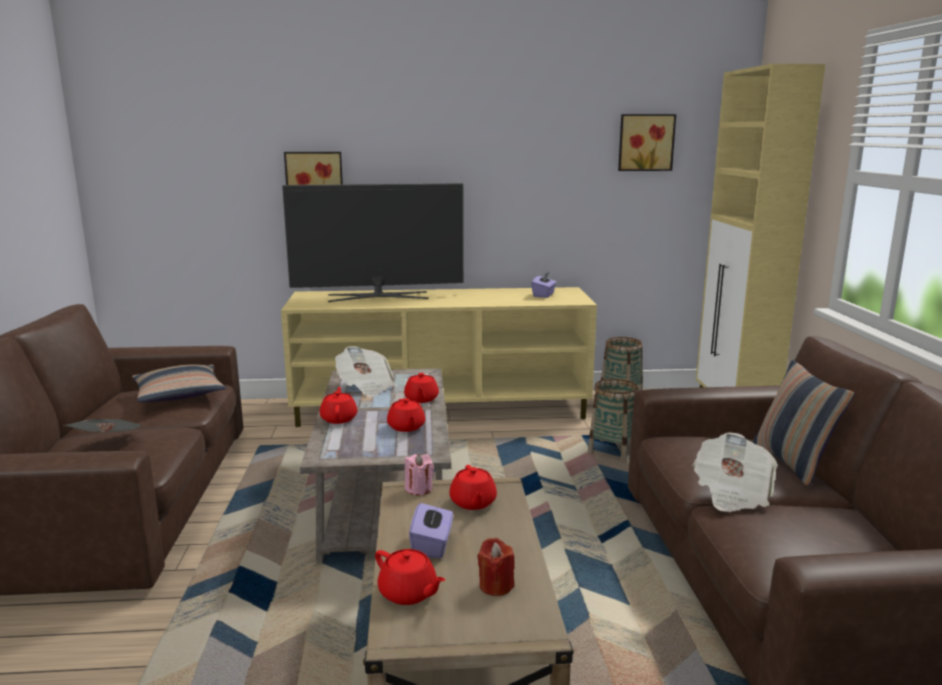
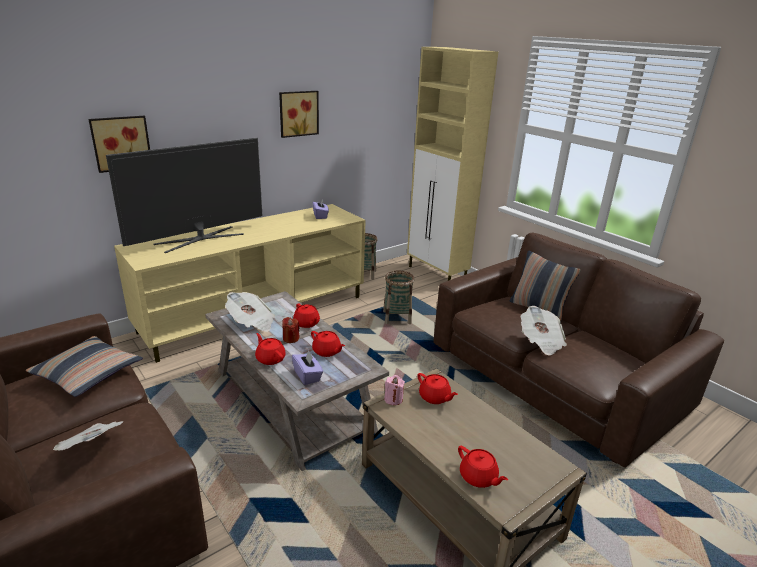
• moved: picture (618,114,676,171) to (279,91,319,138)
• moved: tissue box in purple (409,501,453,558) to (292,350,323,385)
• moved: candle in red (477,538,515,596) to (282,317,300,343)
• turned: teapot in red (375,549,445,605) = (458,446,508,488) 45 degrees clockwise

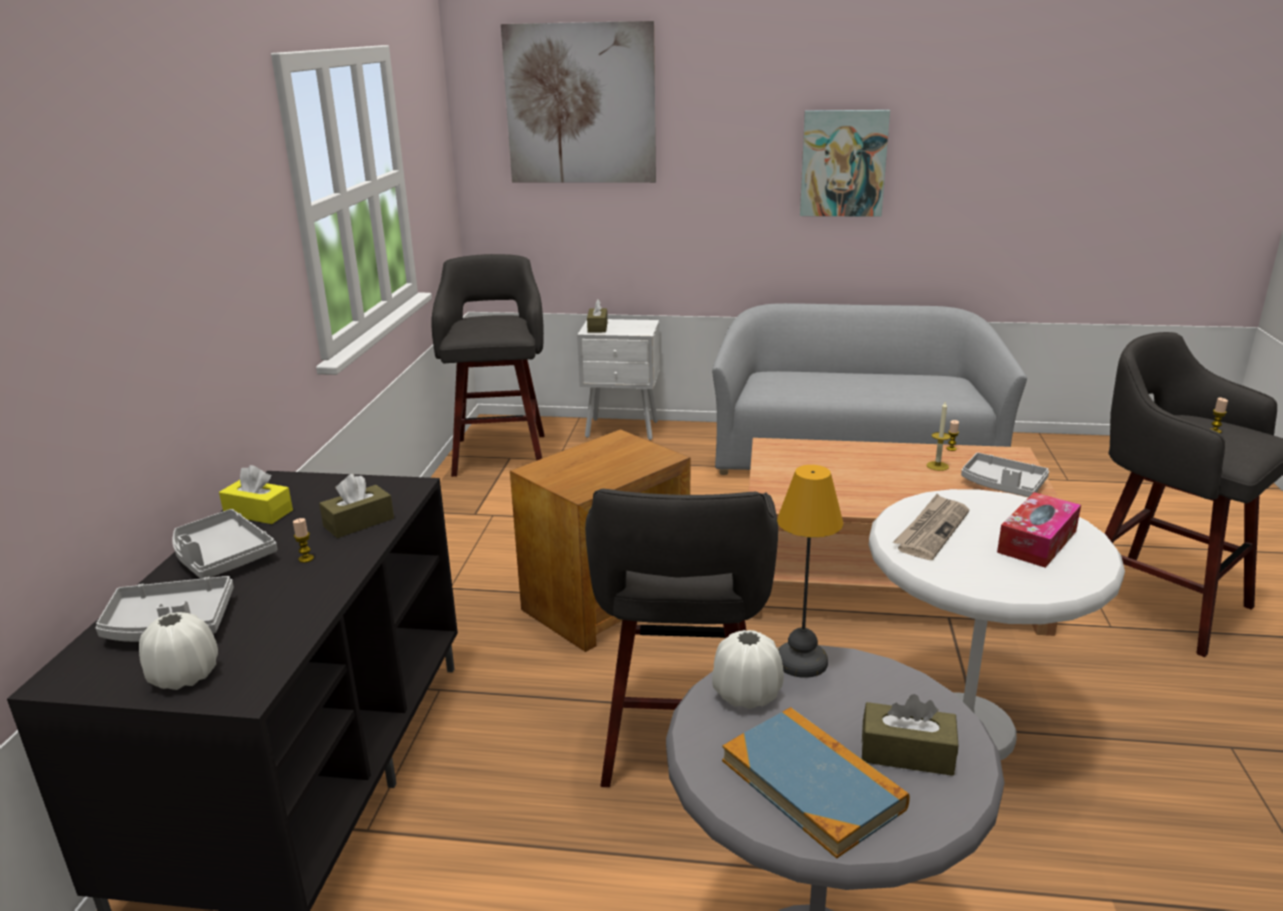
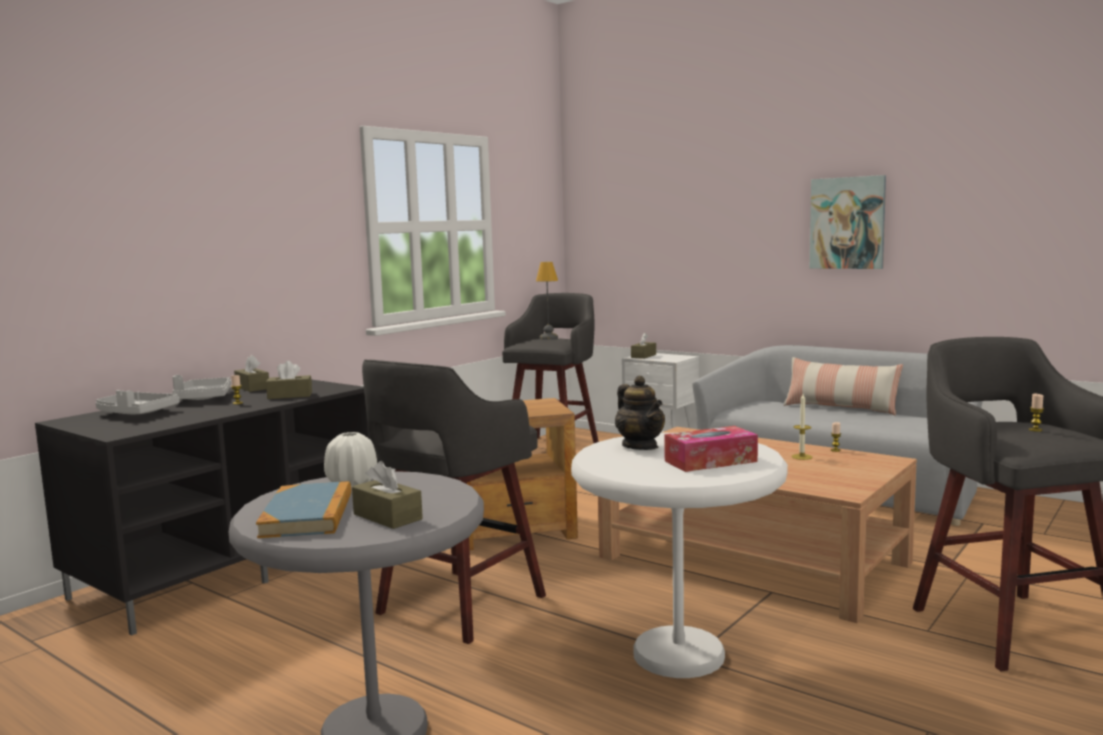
• removed: picture (501,21,656,183)
• removed: tray in grey (961,453,1049,497)
• recoloured: tissue box in yellow (219,465,293,524) to tissue box in brown (234,355,269,392)
• moved: table lamp (777,465,843,678) to (536,262,558,340)
• replaced: newspaper (893,494,969,560) to teapot (615,376,665,450)
• removed: vase in white (139,612,218,690)
• added: pillow (783,357,903,415)

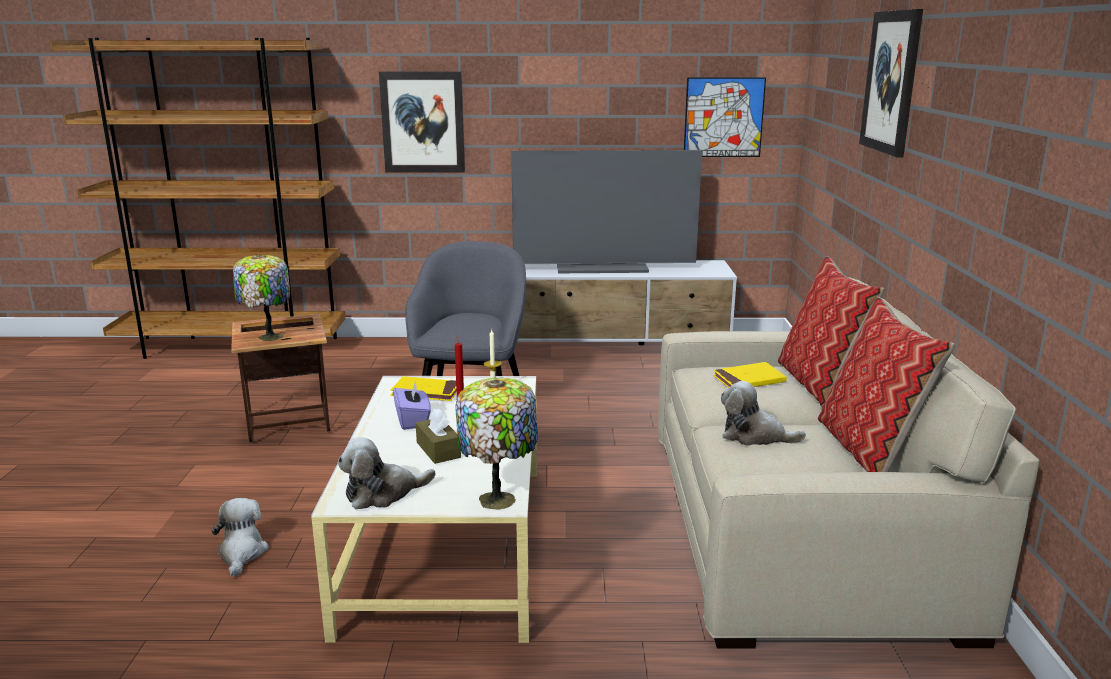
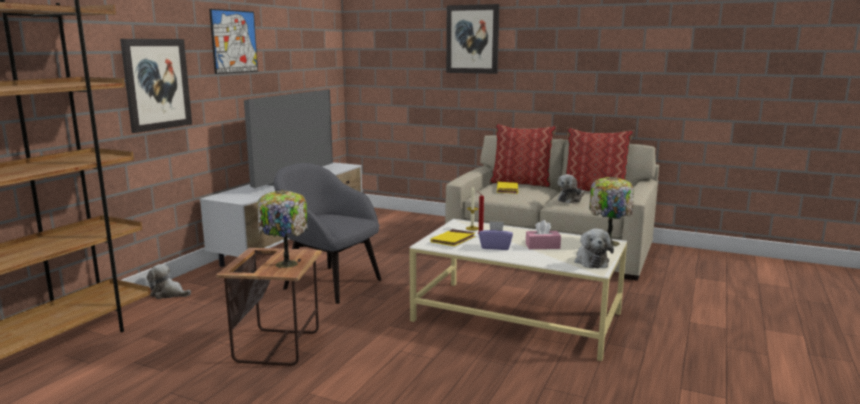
• moved: picture (684,77,766,157) to (209,9,258,74)
• recoloured: tissue box in brown (416,409,461,464) to tissue box in pink (526,220,561,249)
• moved: plush toy (211,498,269,577) to (147,264,191,299)

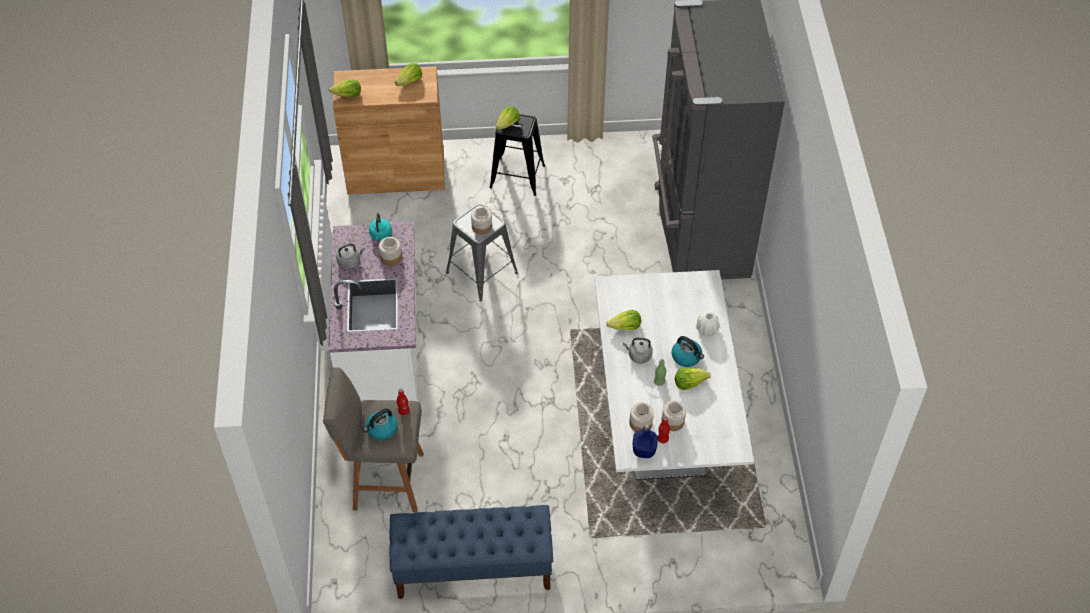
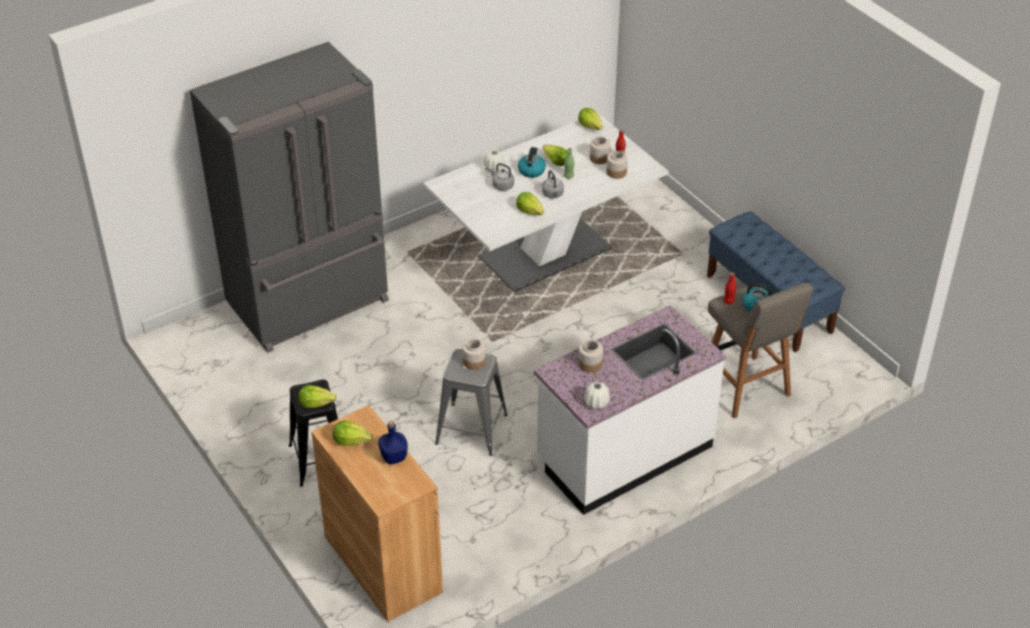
• moved: lettuce (329,79,361,97) to (578,108,603,130)
• removed: kettle in turquoise (369,213,392,241)
• moved: kettle in grey (336,244,365,269) to (489,163,514,191)
• moved: bottle in blue (633,424,658,458) to (378,421,408,464)
• added: vase in white (584,382,610,409)

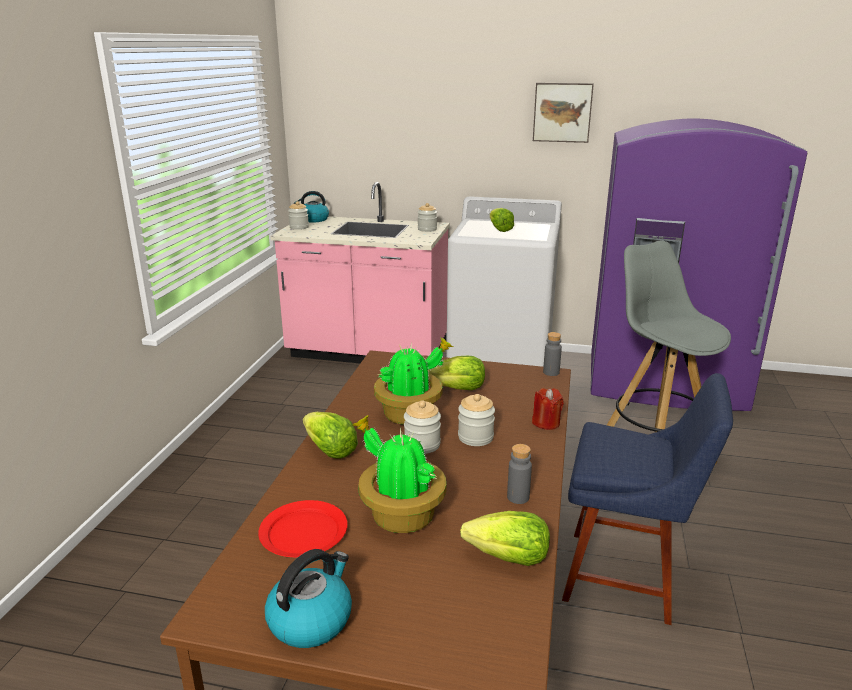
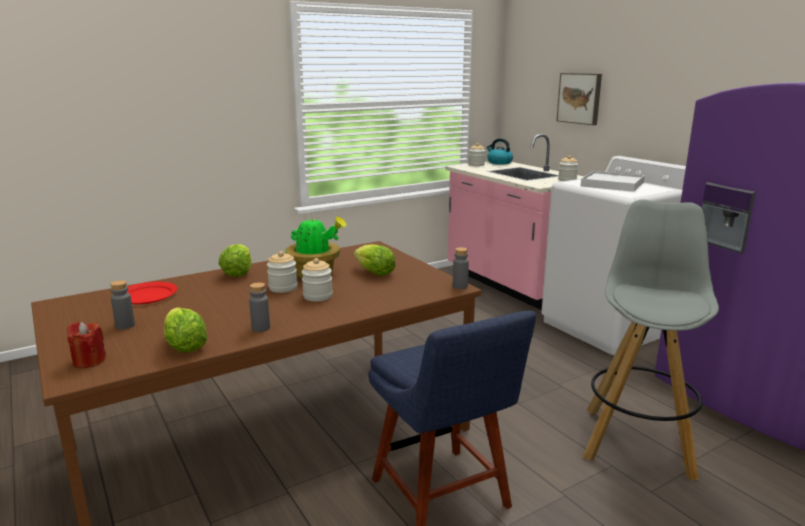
• moved: picture (533,83,594,143) to (557,73,602,125)
• replaced: lettuce (490,208,514,232) to tray in white (581,171,645,192)
• moved: candle in red (532,388,564,430) to (67,322,106,368)
• removed: potted plant (351,415,446,533)
• removed: kettle (265,549,352,648)
• added: bottle in grey (110,280,135,330)

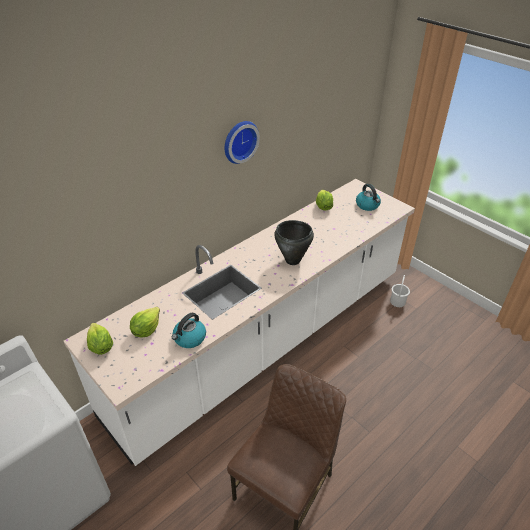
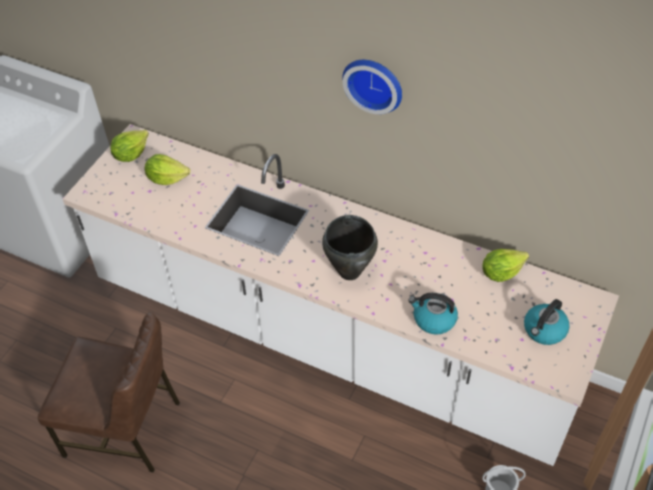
• moved: kettle (172,313,206,348) to (408,293,458,335)

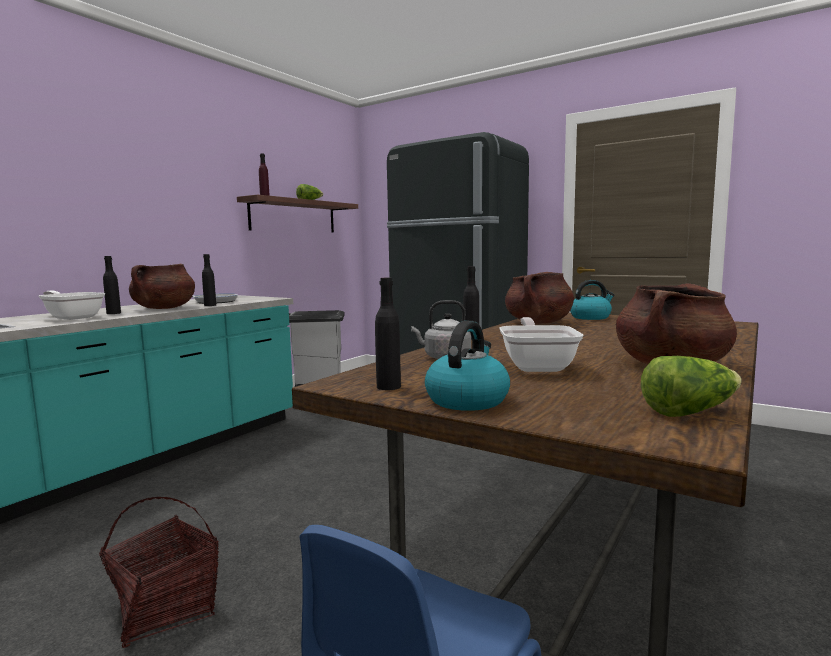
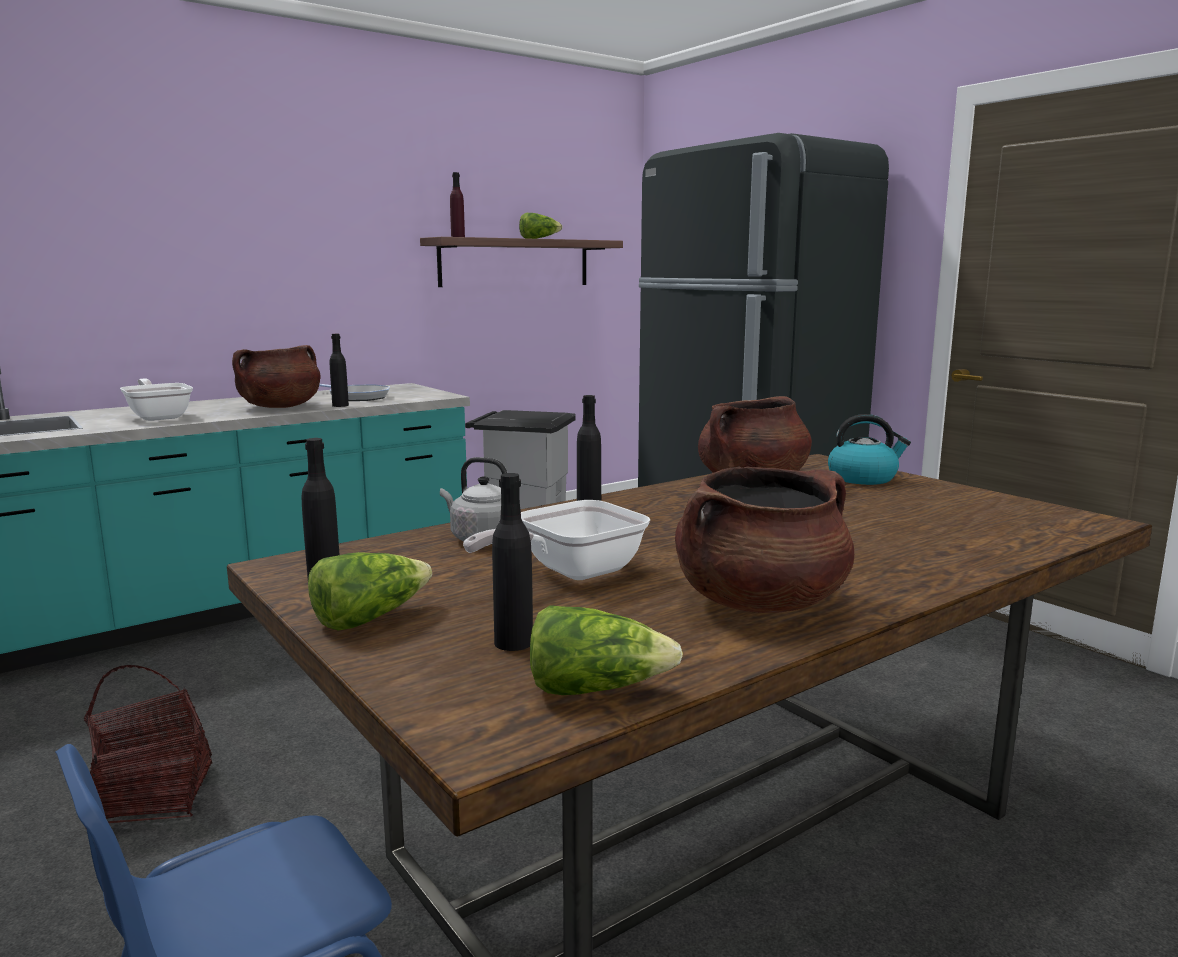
• moved: bottle in black (103,256,121,314) to (492,473,533,651)
• turned: frying pan (499,317,584,372) = (463,500,650,580) 150 degrees counterclockwise
• replaced: kettle (425,321,510,411) to lettuce (308,552,432,631)

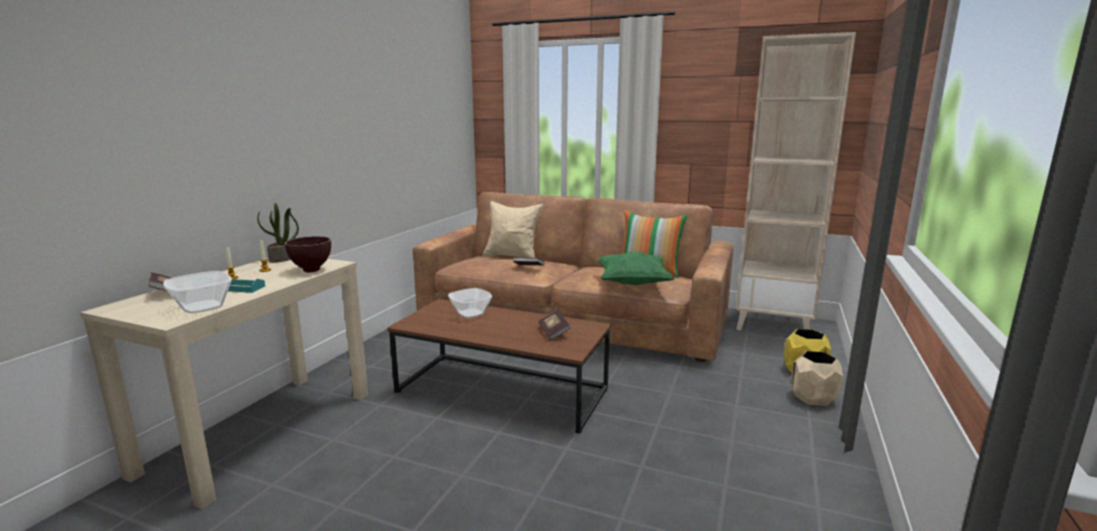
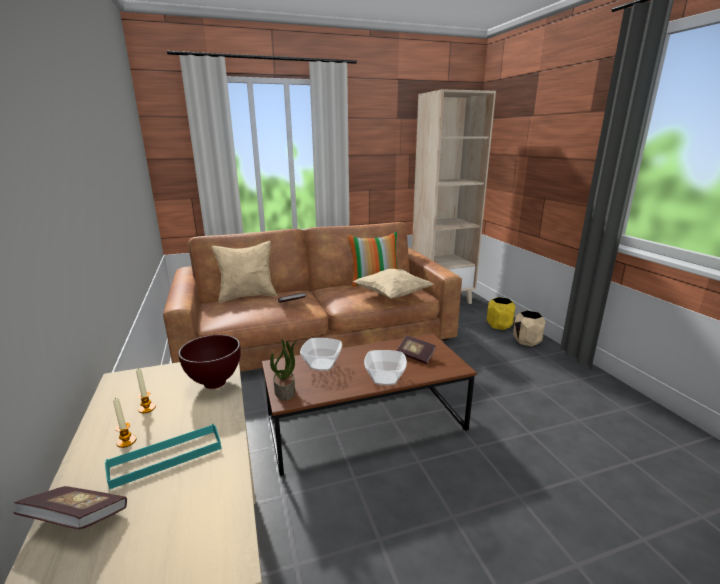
• moved: potted plant (257,203,299,263) to (270,339,297,401)
• recoloured: pillow in green (597,252,675,285) to pillow in beige (353,269,433,299)
• moved: bowl (163,271,232,314) to (364,350,407,386)

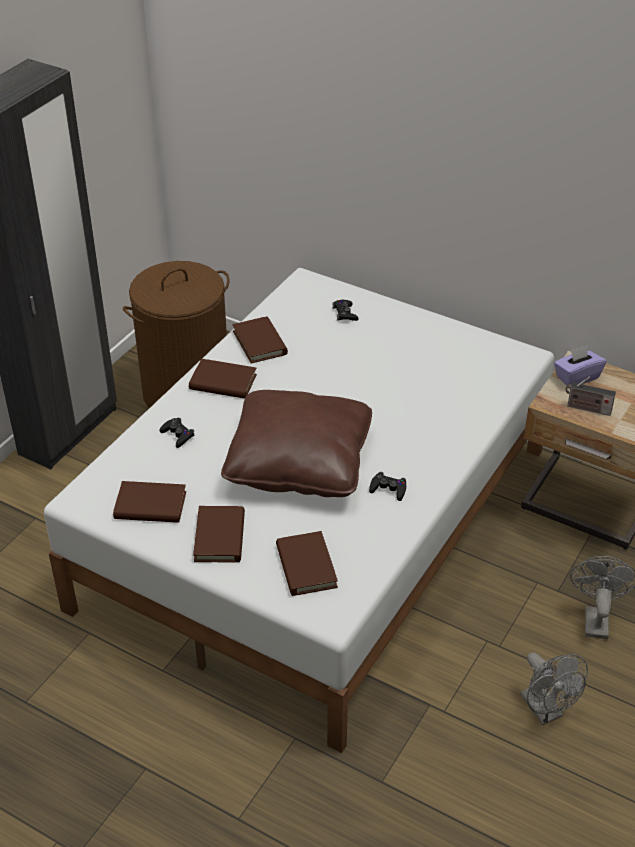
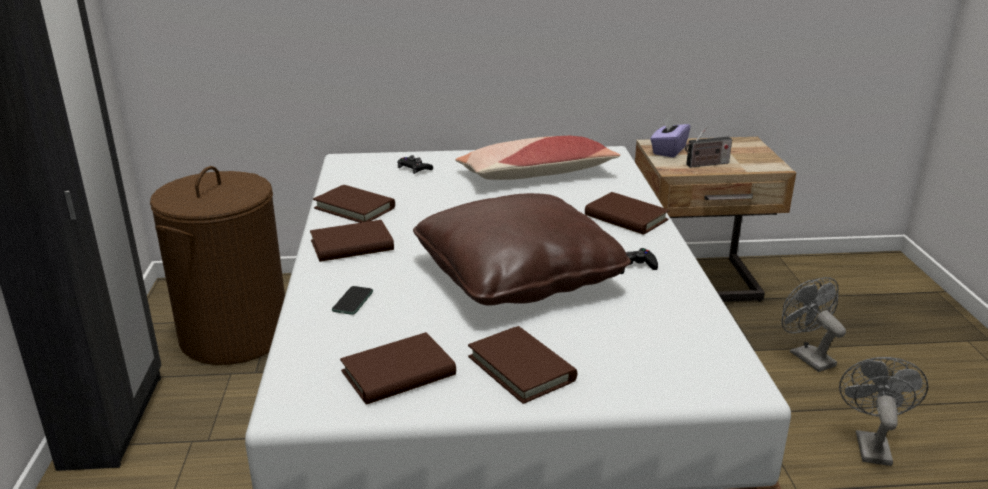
• replaced: game controller in black (160,418,194,448) to phone (332,286,373,315)
• moved: book in brown (276,531,338,596) to (585,192,670,235)
• turned: fan in grey (521,652,588,725) = (839,357,928,466) 105 degrees counterclockwise
• added: pillow (455,136,621,180)

